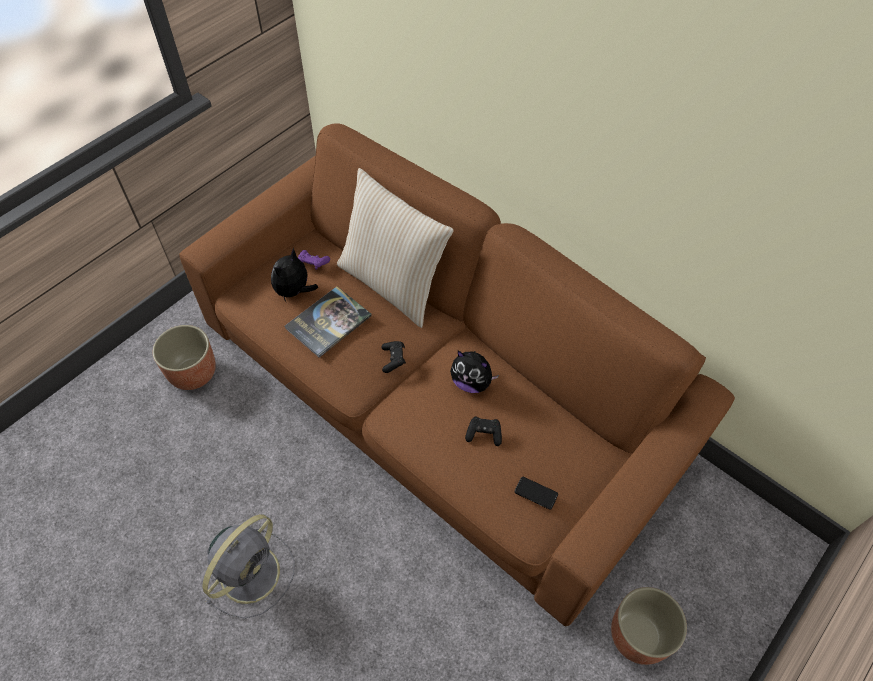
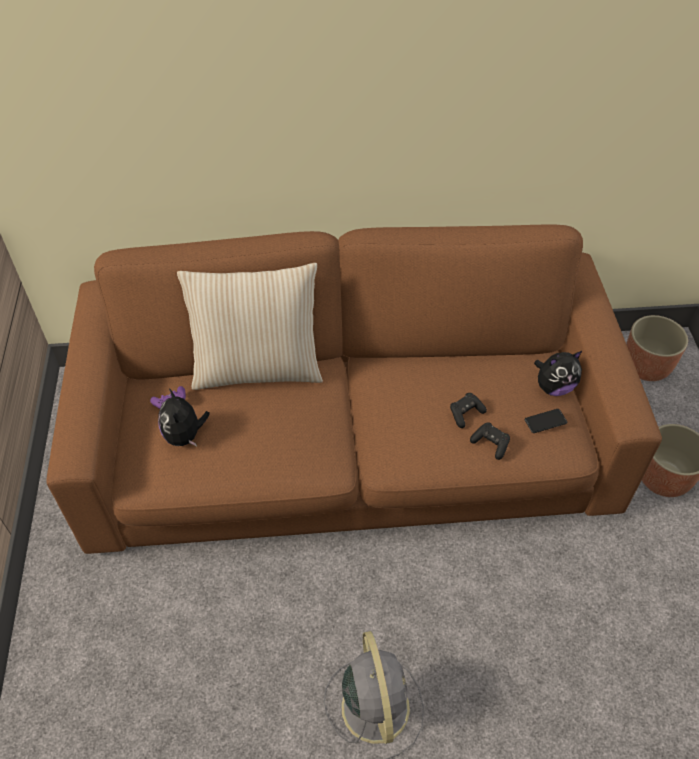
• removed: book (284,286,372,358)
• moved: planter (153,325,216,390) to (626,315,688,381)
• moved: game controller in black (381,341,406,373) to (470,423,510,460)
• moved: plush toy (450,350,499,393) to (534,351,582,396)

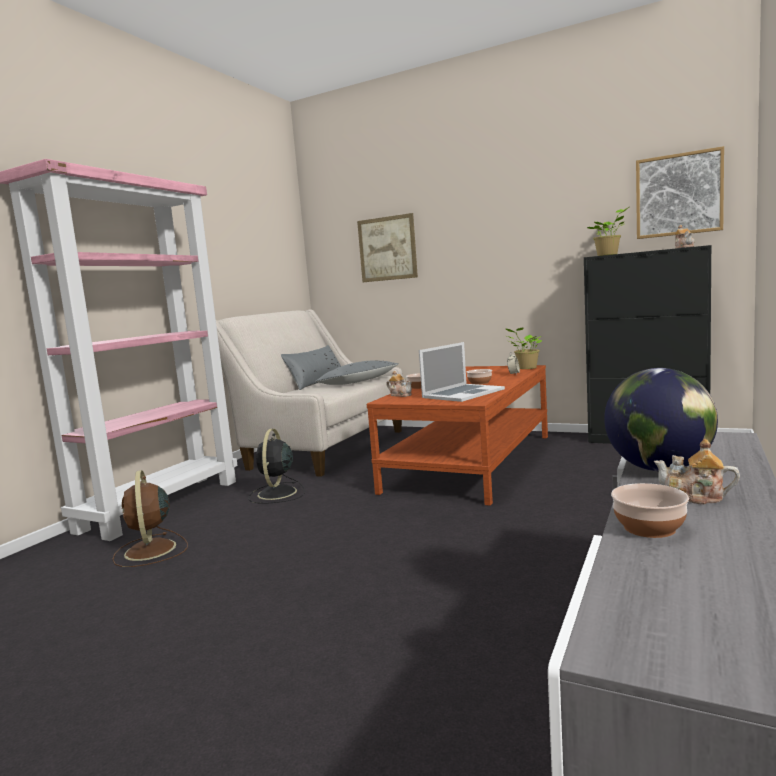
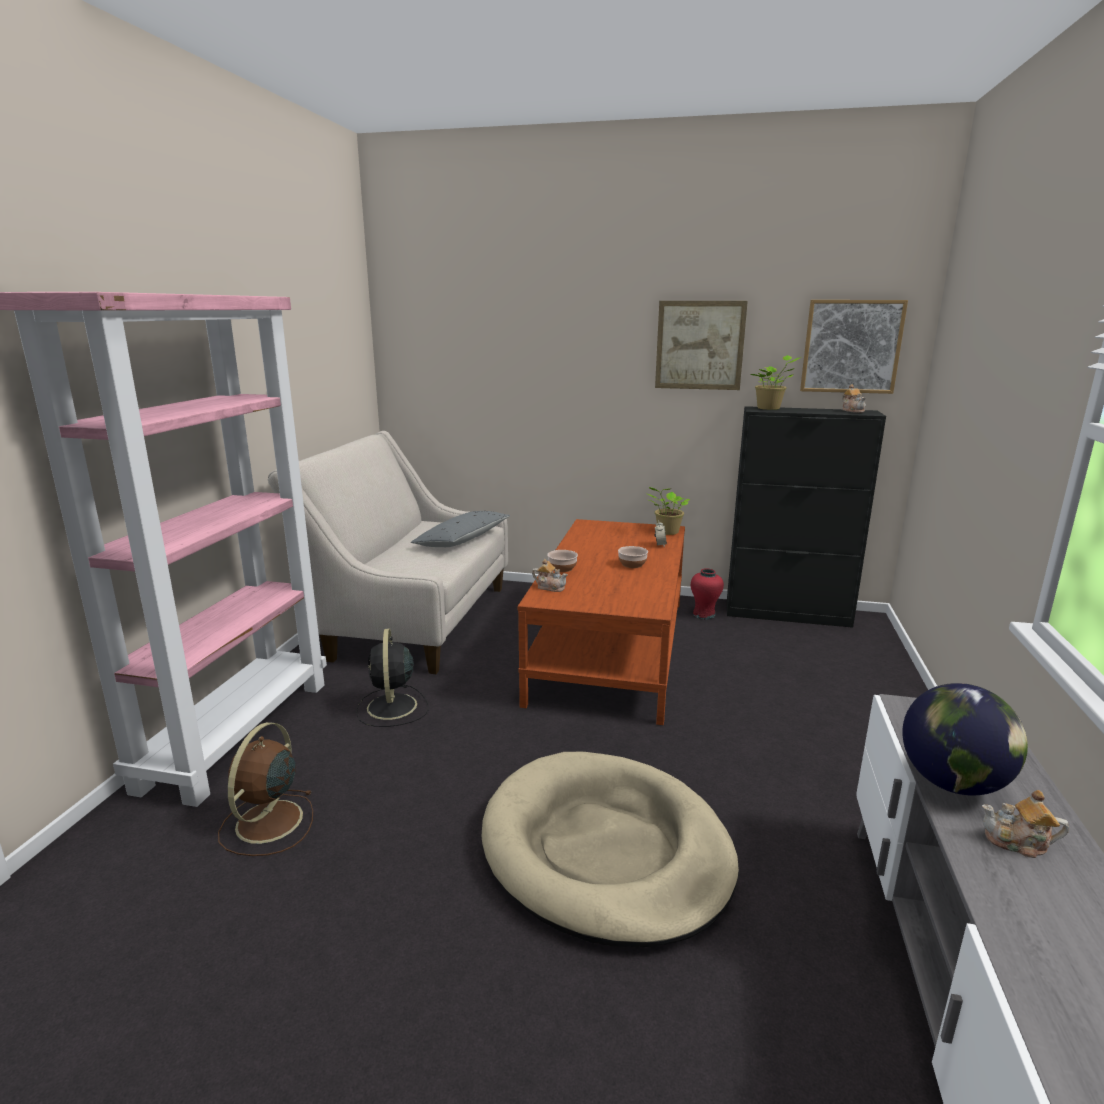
• moved: picture (357,213,418,282) to (655,301,748,390)
• removed: laptop (419,342,505,402)
• removed: pillow in grey (281,345,341,390)
• turned: fan in brown (112,470,188,567) = (218,722,313,856) 45 degrees clockwise
• removed: bowl (611,483,689,538)
• added: vase in red (691,568,724,619)
• added: dog bed in beige (481,752,739,947)

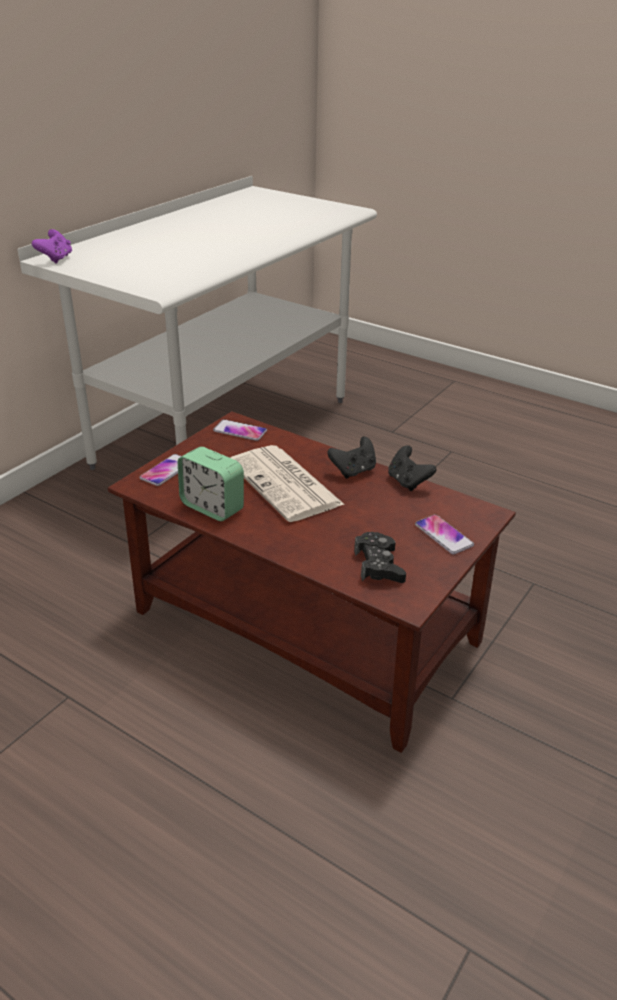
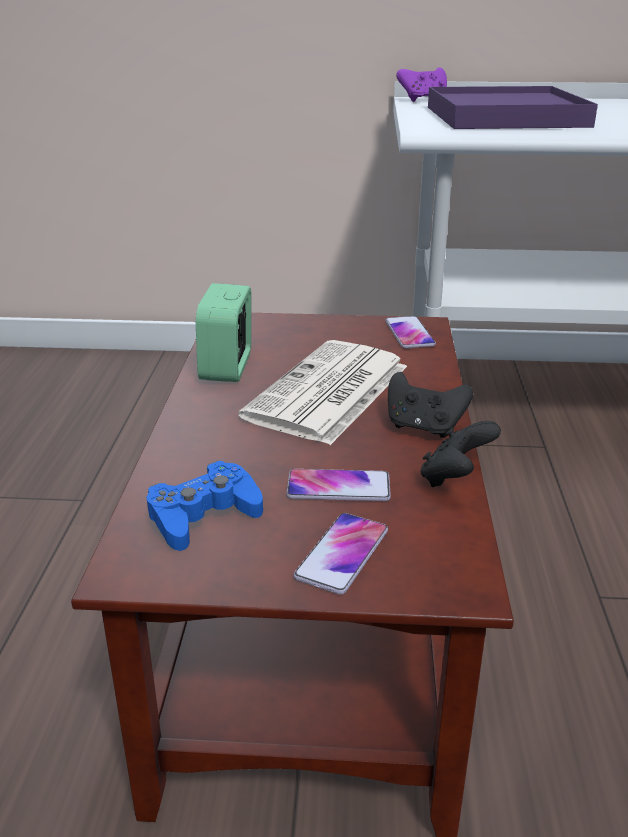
• moved: phone (139,454,181,486) to (286,469,391,501)
• recoloured: game controller in black (354,532,406,583) to game controller in blue (147,461,263,551)
• added: tray in purple (428,86,598,129)

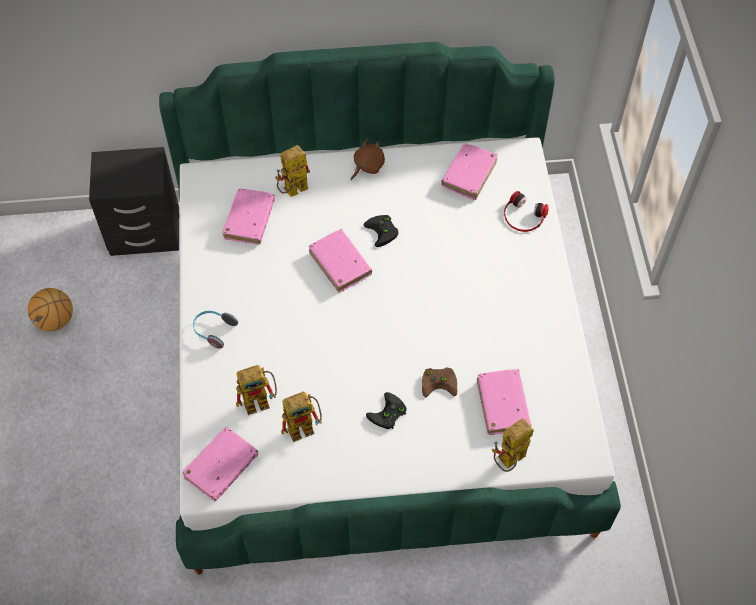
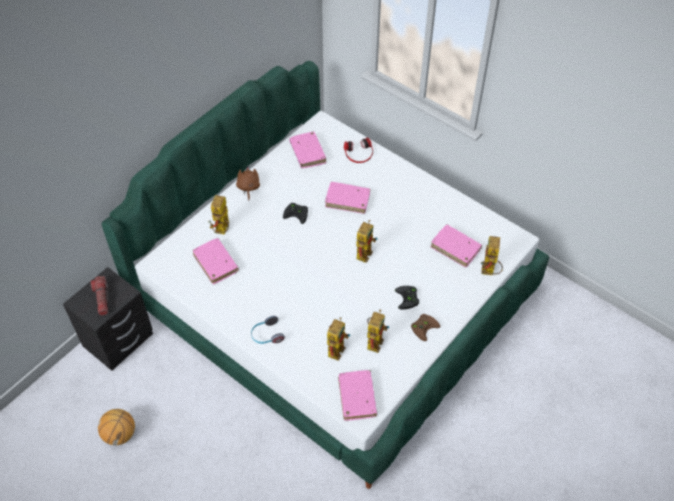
• moved: book in pink (309,229,372,293) to (325,182,370,214)
• moved: game controller in brown (422,367,457,397) to (411,314,440,341)
• added: toy robot (356,220,378,263)
• added: flashlight (91,276,108,315)

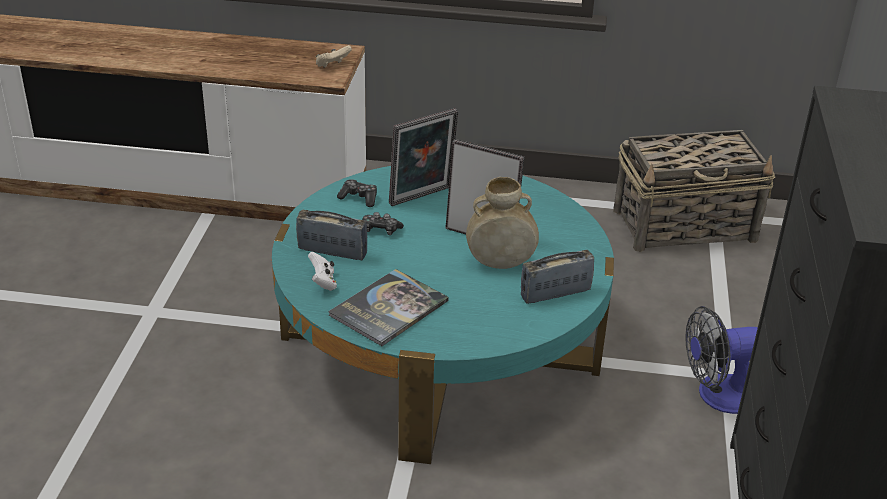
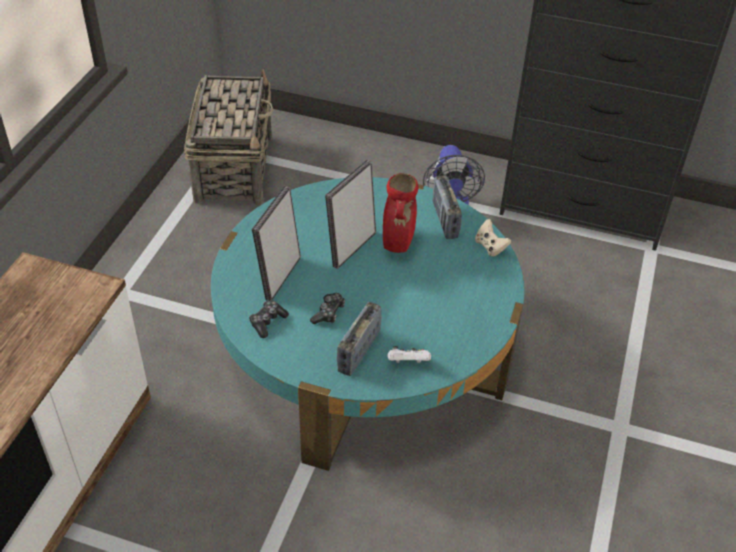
• moved: game controller in beige (316,45,352,68) to (475,219,511,256)
• turned: picture frame (389,108,458,206) = (252,186,301,301) 135 degrees counterclockwise
• recoloured: vase in beige (466,177,539,269) to vase in red (383,173,418,253)
• removed: book (328,269,449,346)

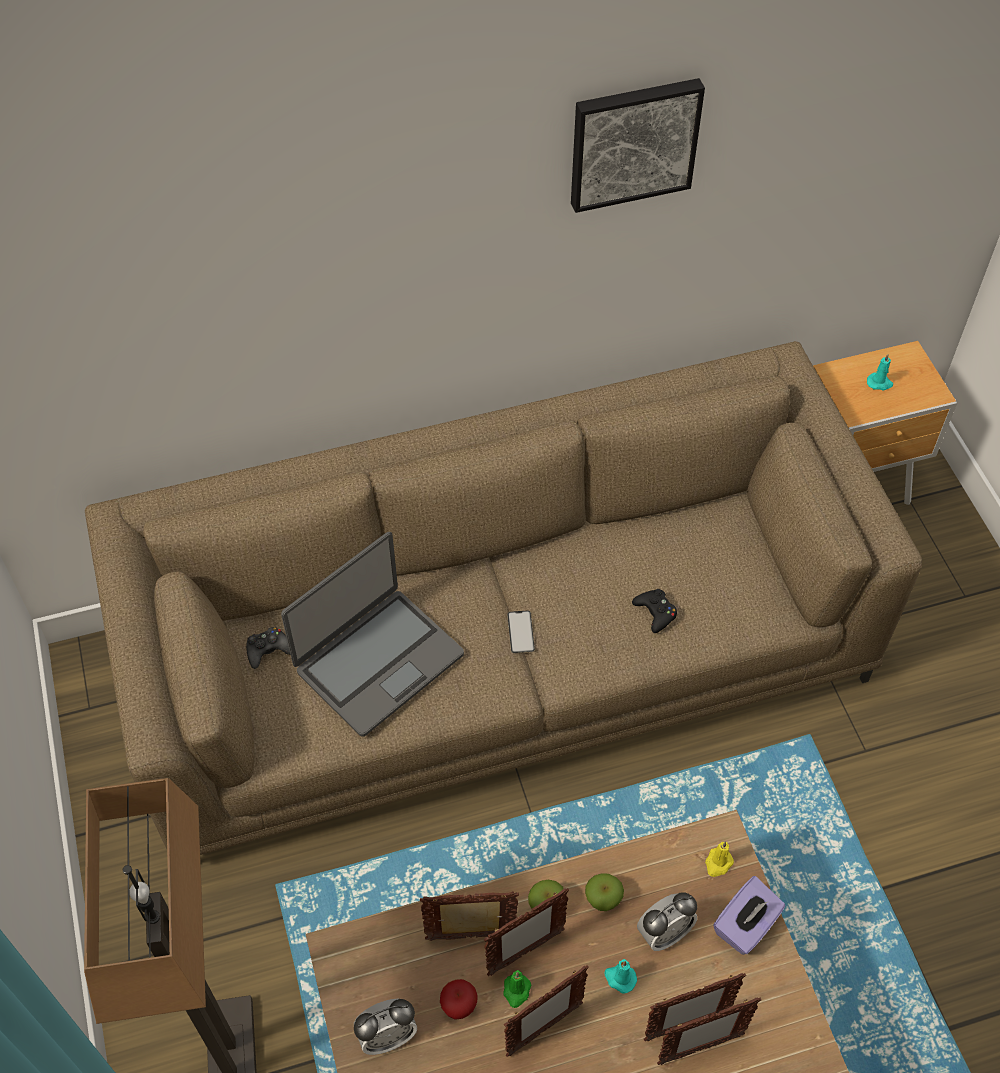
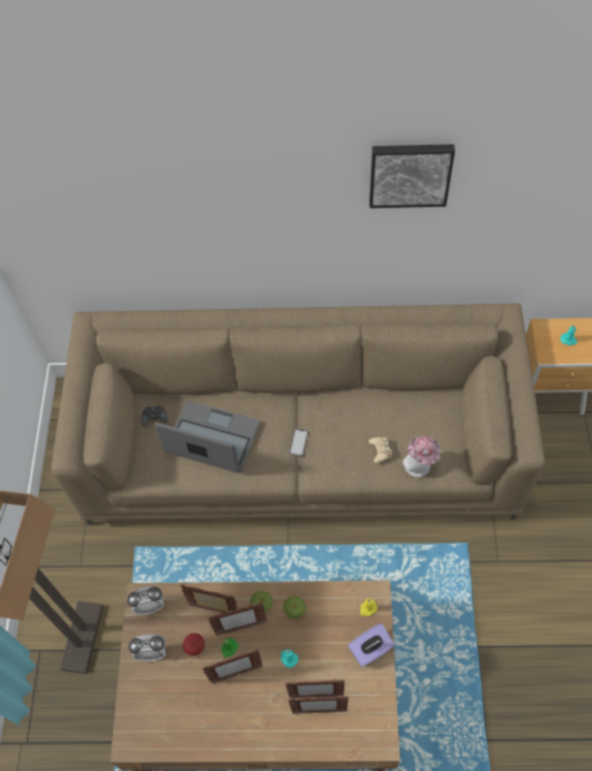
• turned: laptop (281,532,464,737) = (155,401,260,473) 135 degrees counterclockwise
• recoloured: game controller in black (632,589,677,633) to game controller in beige (369,437,392,463)
• moved: alarm clock (637,893,698,951) to (127,586,164,615)
• added: hat (402,436,441,477)

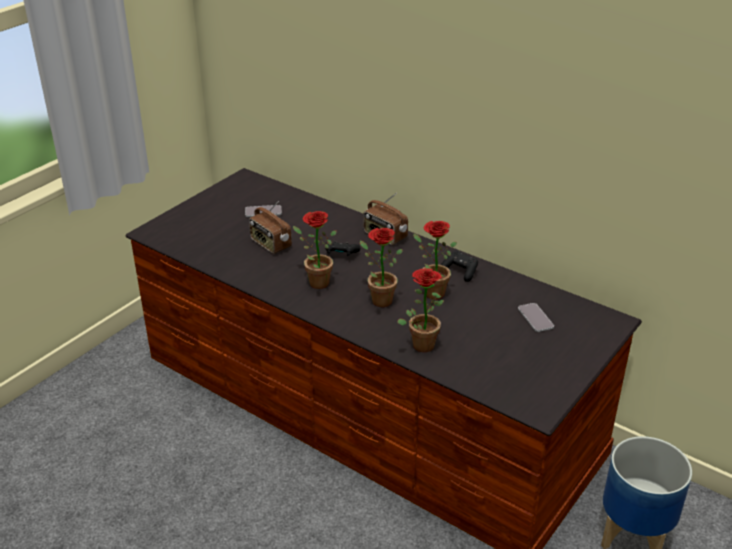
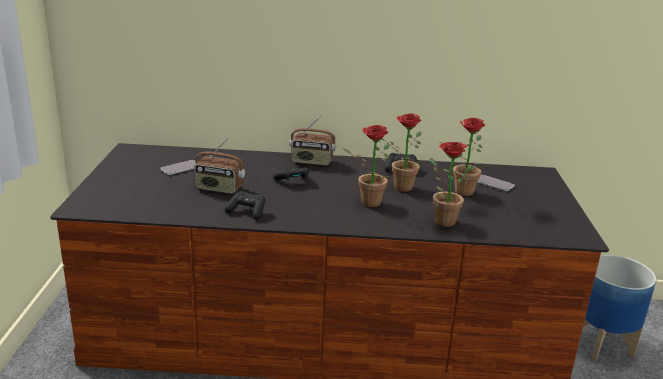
• moved: potted plant (293,211,337,289) to (438,118,490,196)
• added: game controller in black (225,191,265,220)

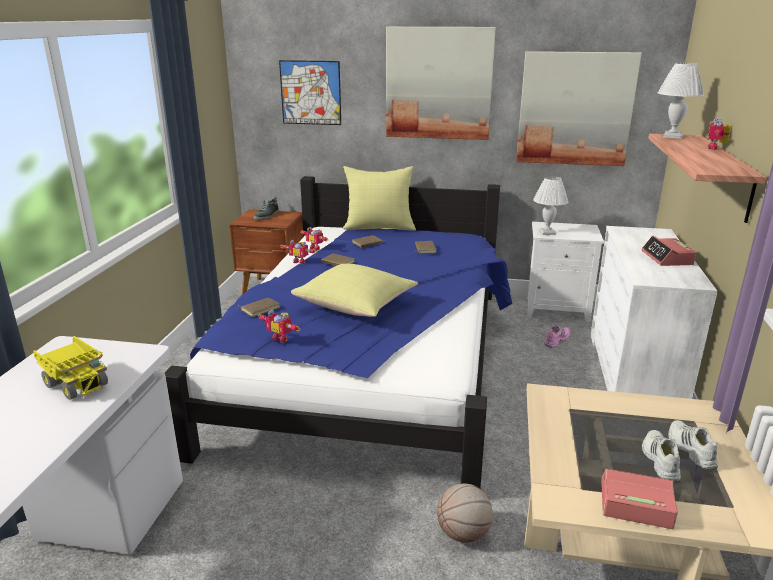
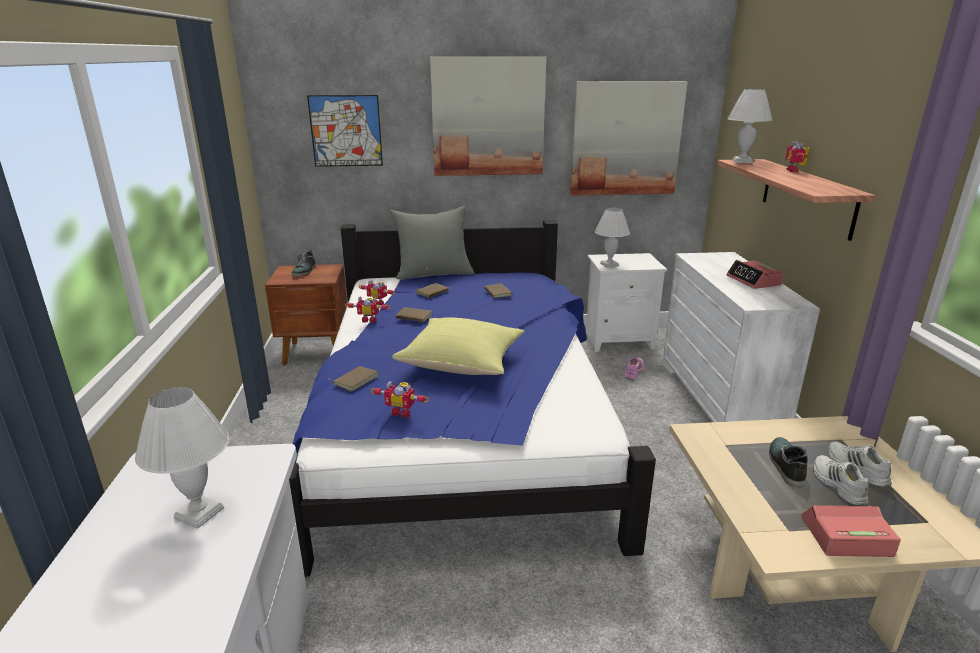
• recoloured: pillow in yellow (343,166,416,231) to pillow in grey (390,206,474,280)
• replaced: toy truck (33,336,108,400) to table lamp in white (135,387,229,529)
• removed: basketball (437,484,493,542)
• added: shoe (769,437,808,487)

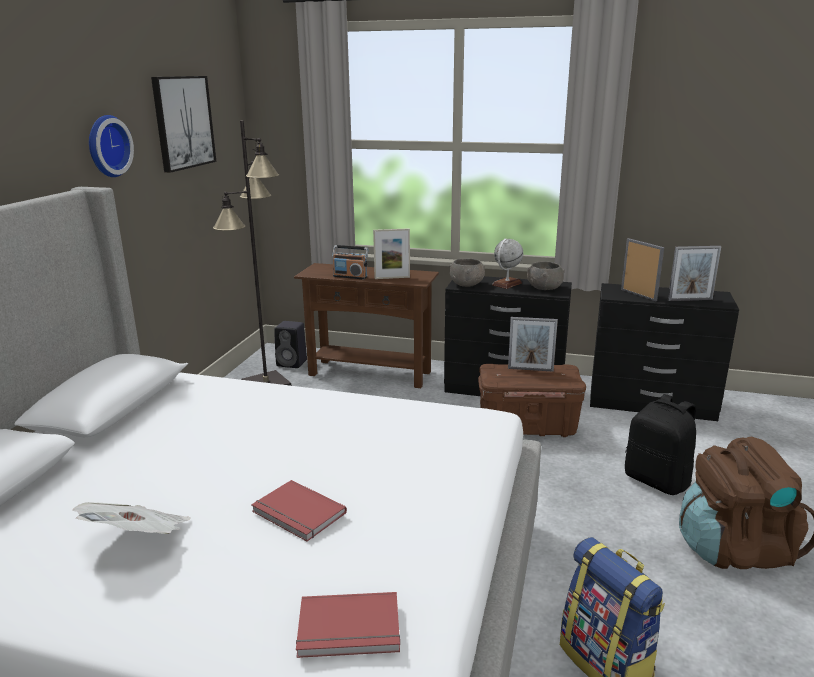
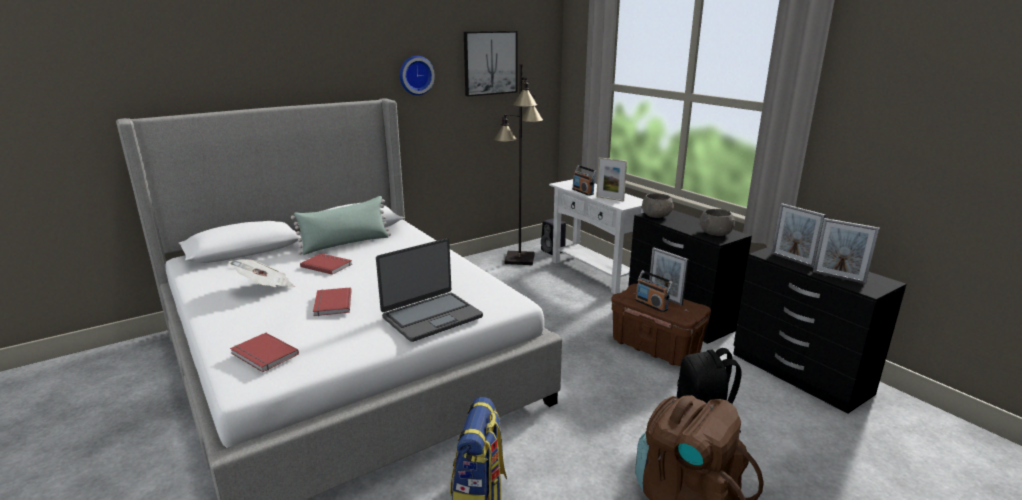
• turned: picture frame (621,238,664,302) = (772,203,826,268) 135 degrees clockwise
• removed: globe (492,239,523,289)
• recoloured: console table in brown (294,263,439,388) to console table in white (549,179,644,294)
• added: pillow in green (291,196,391,255)
• added: laptop (376,238,483,342)
• added: book in red (300,253,352,275)
• added: radio (635,270,673,312)

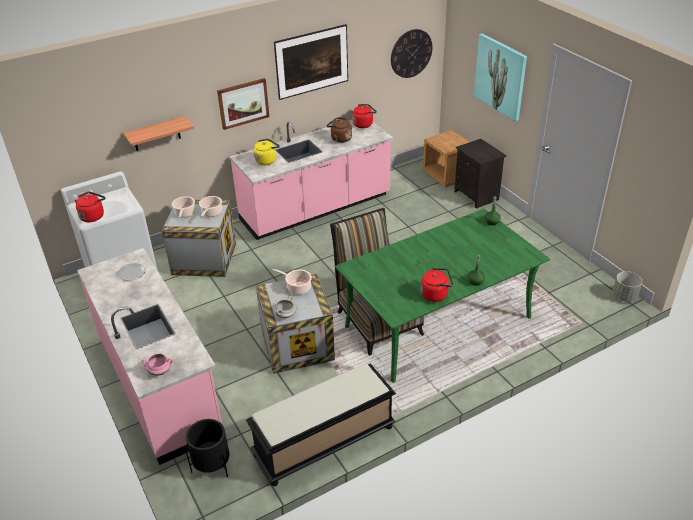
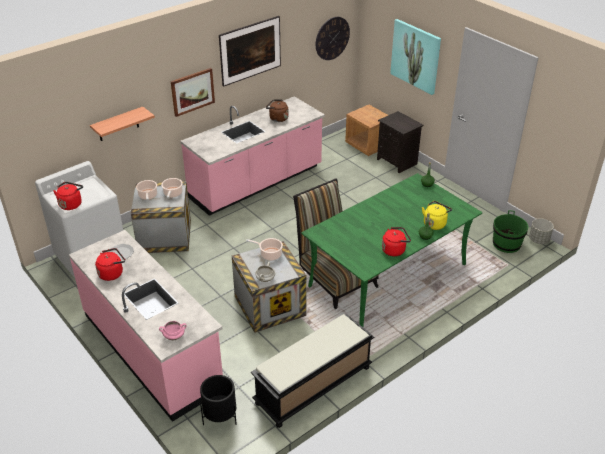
• moved: kettle in red (352,104,377,128) to (95,248,125,281)
• moved: kettle in yellow (254,139,280,165) to (422,201,452,230)
• added: bucket in green (493,210,528,253)

